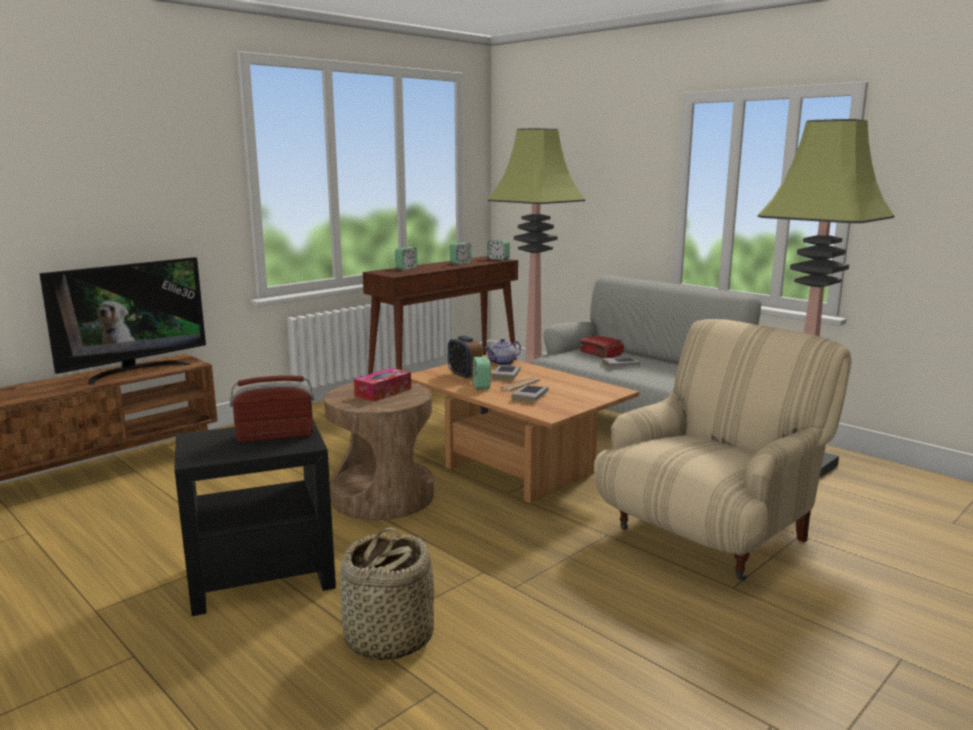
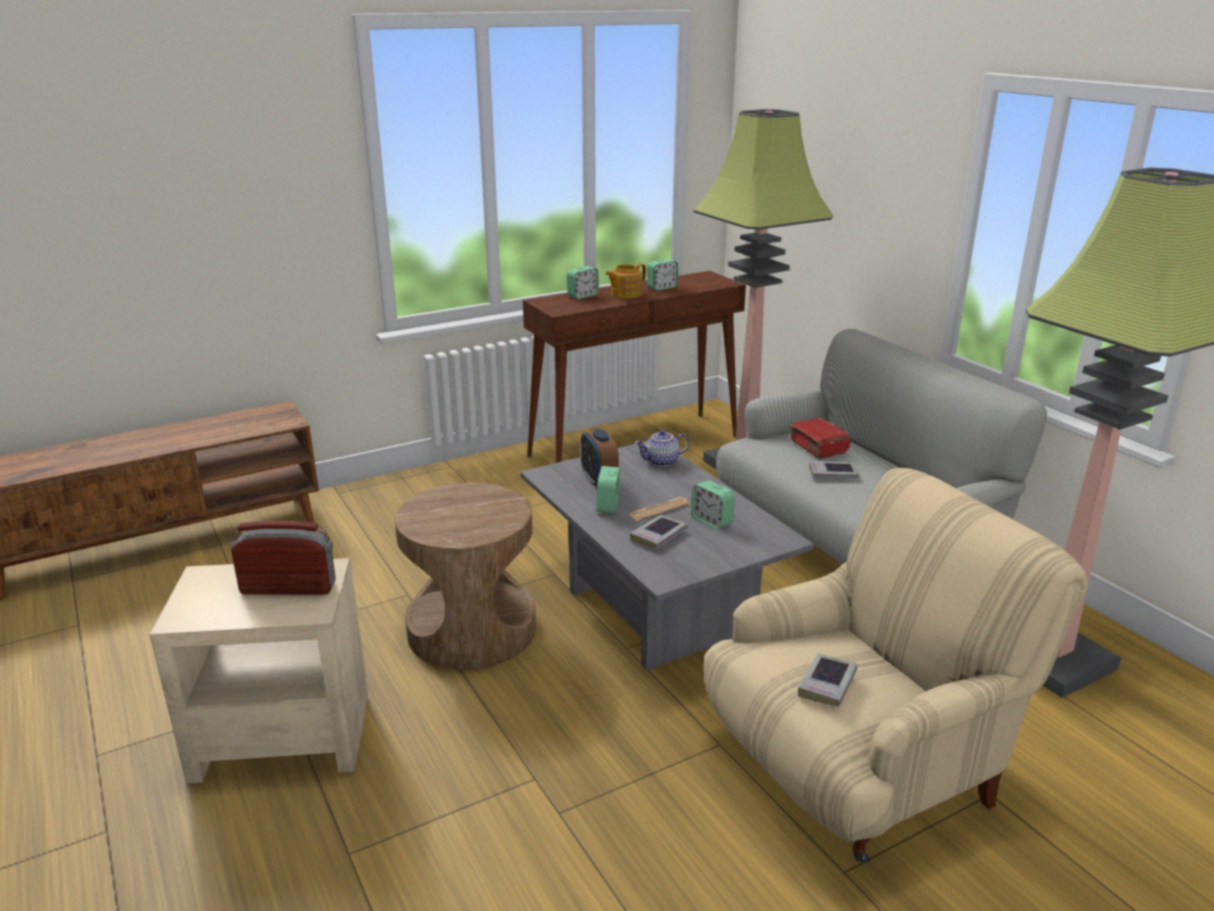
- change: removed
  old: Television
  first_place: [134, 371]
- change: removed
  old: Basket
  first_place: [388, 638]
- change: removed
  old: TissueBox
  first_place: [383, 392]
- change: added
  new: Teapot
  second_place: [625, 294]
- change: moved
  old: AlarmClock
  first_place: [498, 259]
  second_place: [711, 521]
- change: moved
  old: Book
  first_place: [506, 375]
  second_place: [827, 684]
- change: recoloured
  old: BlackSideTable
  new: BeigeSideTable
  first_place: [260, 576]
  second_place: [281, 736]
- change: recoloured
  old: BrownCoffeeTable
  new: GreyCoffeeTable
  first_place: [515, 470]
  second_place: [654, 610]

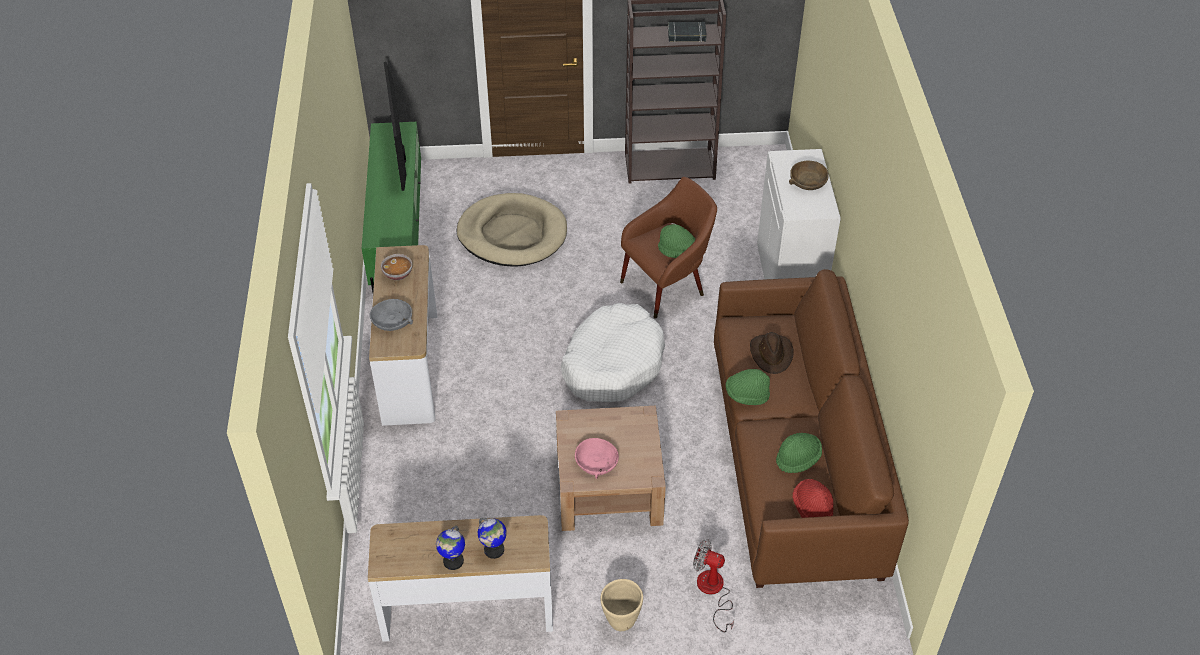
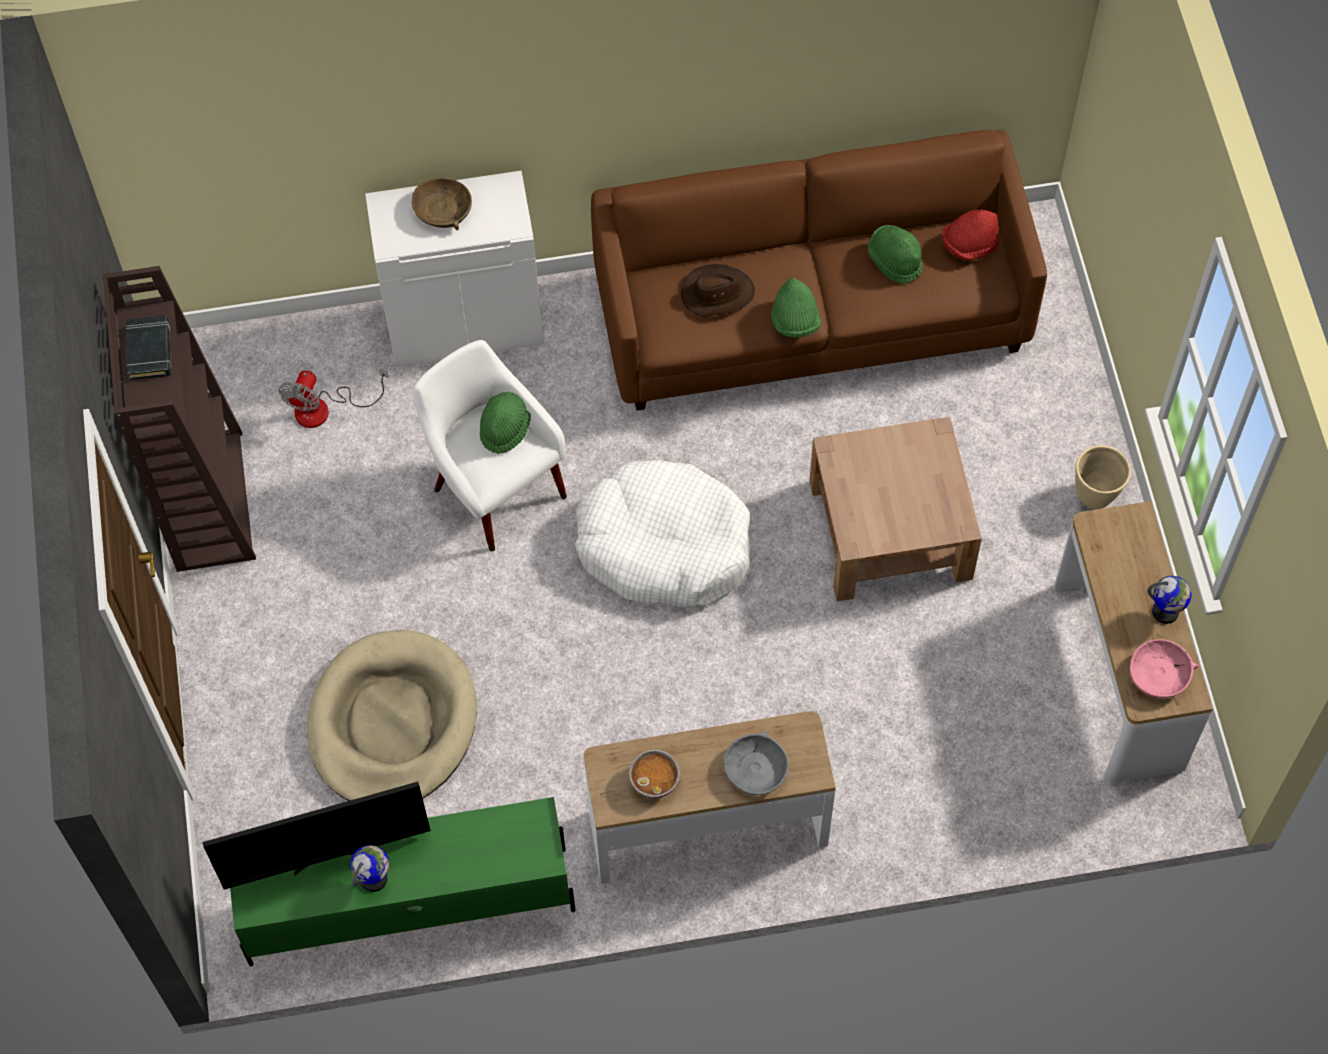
- change: moved
  old: Globe
  first_place: [494, 550]
  second_place: [374, 878]
- change: moved
  old: PinkBowl
  first_place: [596, 462]
  second_place: [1159, 674]
- change: moved
  old: Fan
  first_place: [713, 591]
  second_place: [324, 409]
- change: recoloured
  old: BrownArmchair
  new: WhiteArmchair
  first_place: [666, 285]
  second_place: [494, 486]

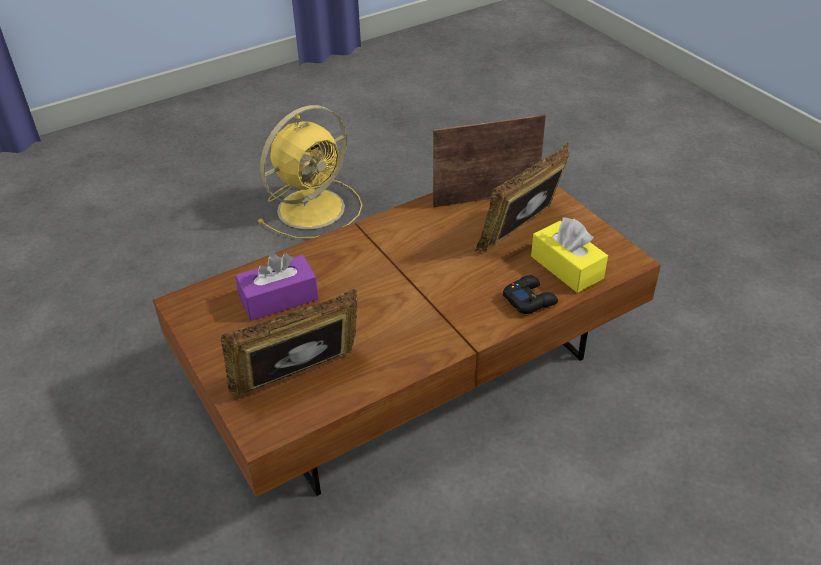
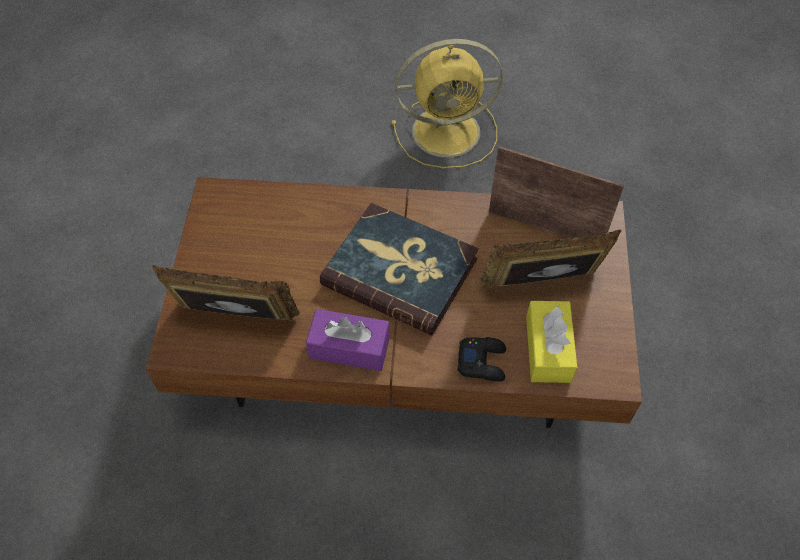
- change: added
  new: Book
  second_place: [400, 271]
- change: moved
  old: PurpleTissueBox
  first_place: [279, 298]
  second_place: [349, 348]

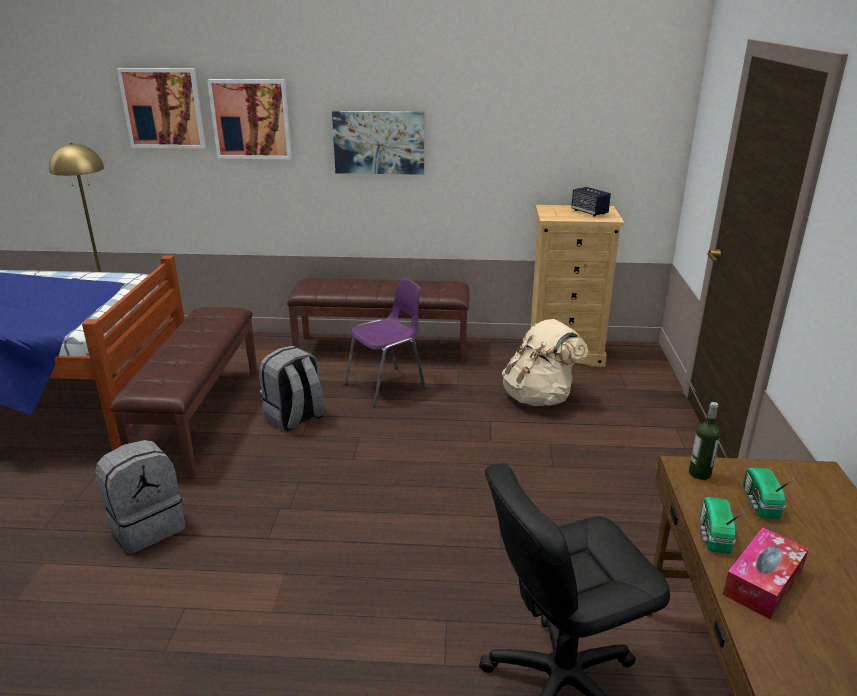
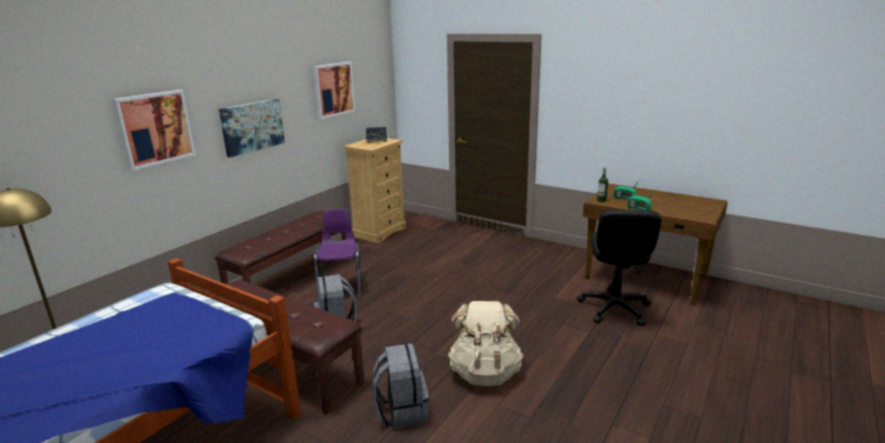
- change: removed
  old: TissueBox
  first_place: [763, 582]
- change: moved
  old: Picture
  first_place: [163, 108]
  second_place: [333, 89]
- change: moved
  old: BeigeBackpack
  first_place: [539, 397]
  second_place: [485, 373]

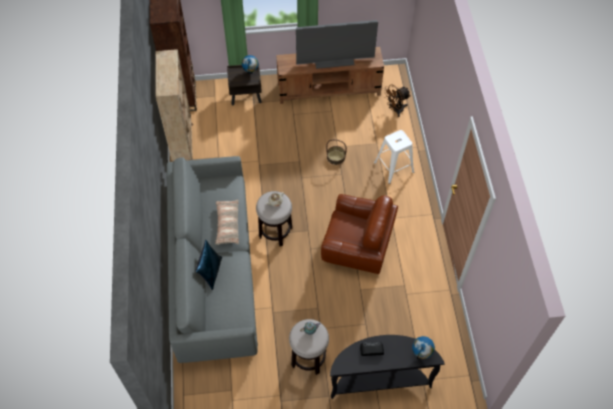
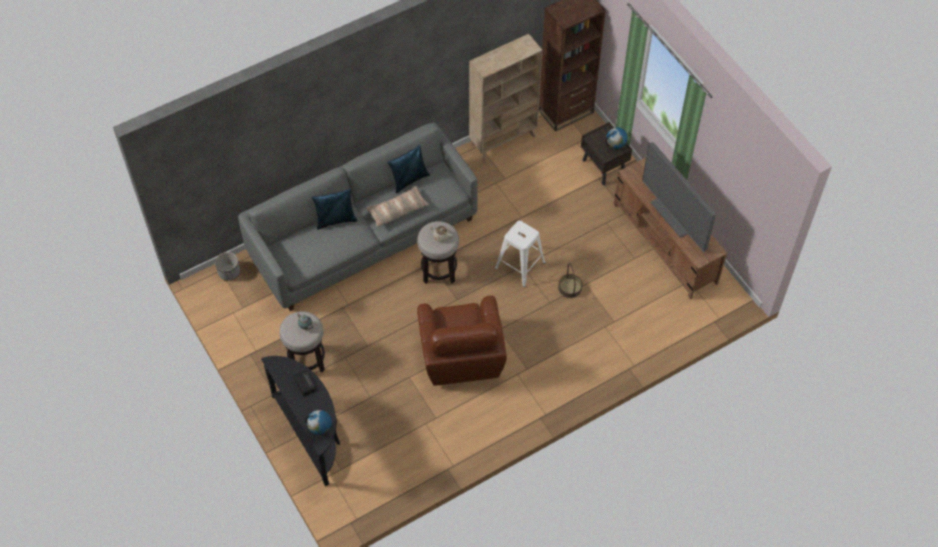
- change: removed
  old: BrownFan
  first_place: [395, 110]
- change: added
  new: Planter
  second_place: [229, 272]
- change: added
  new: BluePillow
  second_place: [409, 179]
- change: moved
  old: WhiteStool
  first_place: [393, 167]
  second_place: [519, 265]

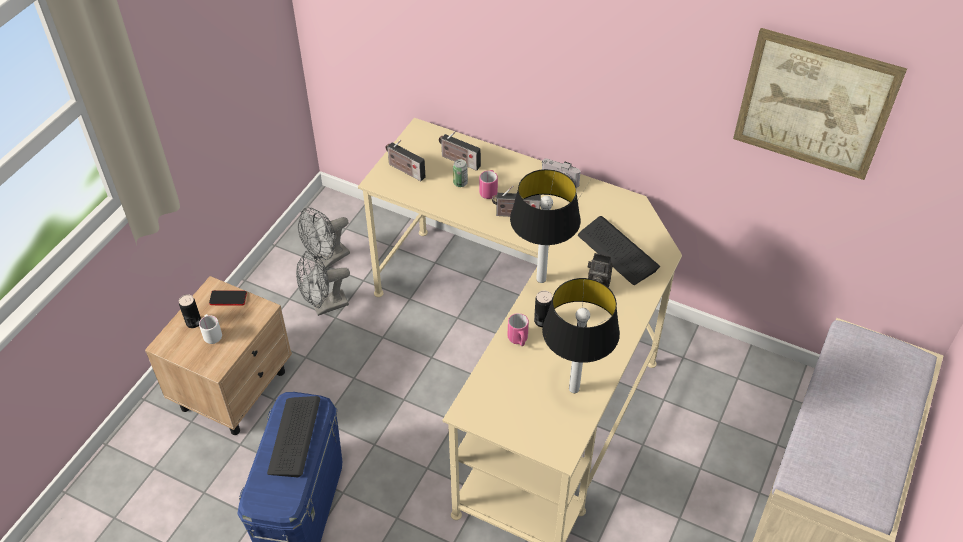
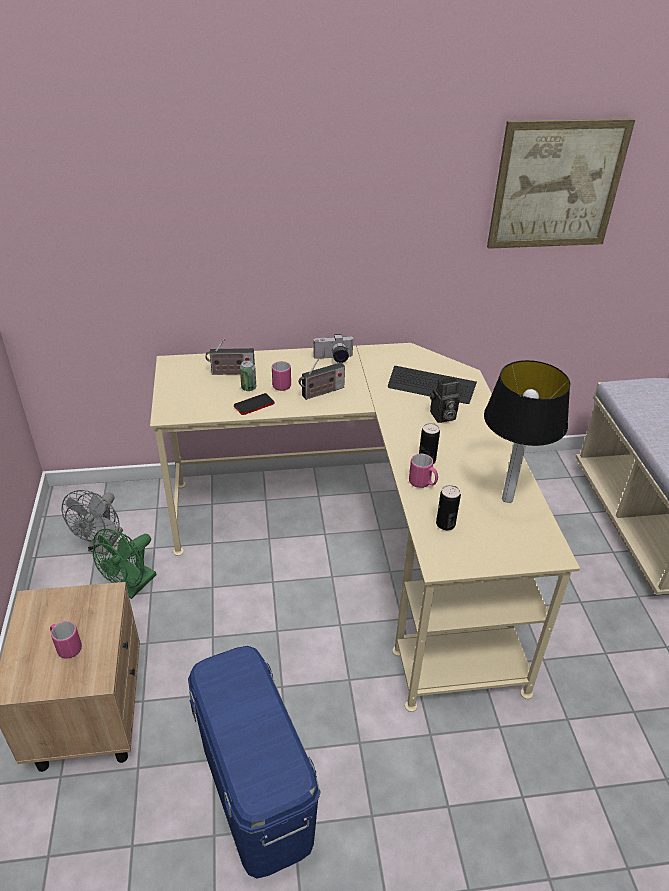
- change: removed
  old: Keyboard
  first_place: [294, 437]
- change: removed
  old: Radio
  first_place: [405, 170]
- change: removed
  old: TableLamp
  first_place: [540, 278]
- change: moved
  old: Can
  first_place: [193, 322]
  second_place: [445, 524]
- change: moved
  old: Phone
  first_place: [228, 298]
  second_place: [254, 405]
- change: recoloured
  old: WhiteMug
  new: PinkMug
  first_place: [212, 334]
  second_place: [66, 647]
- change: recoloured
  old: GreyFan
  new: GreenFan
  first_place: [324, 306]
  second_place: [132, 587]

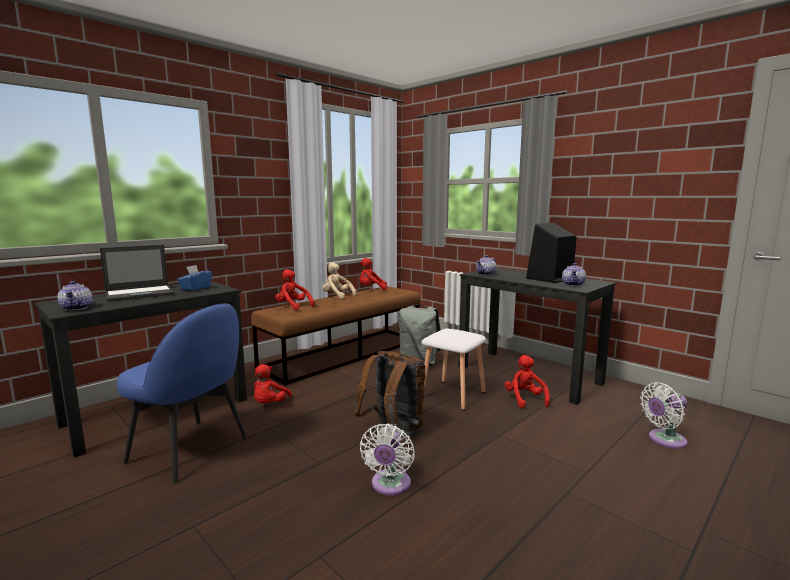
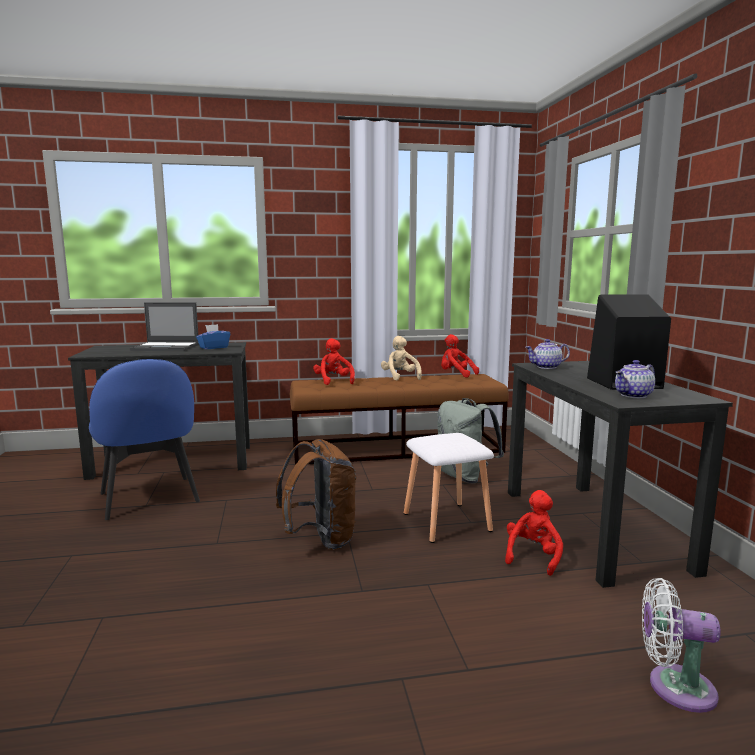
- change: removed
  old: Teapot
  first_place: [77, 308]
- change: removed
  old: RedPlushToy
  first_place: [270, 404]
- change: removed
  old: WhiteFan
  first_place: [389, 485]

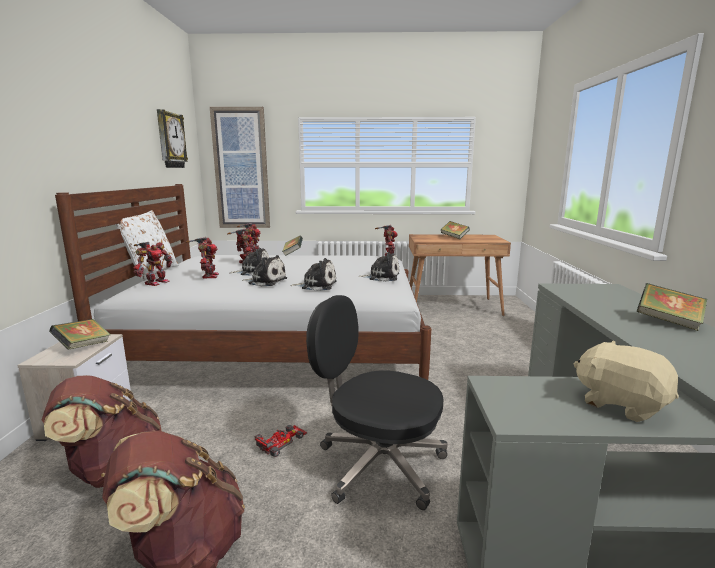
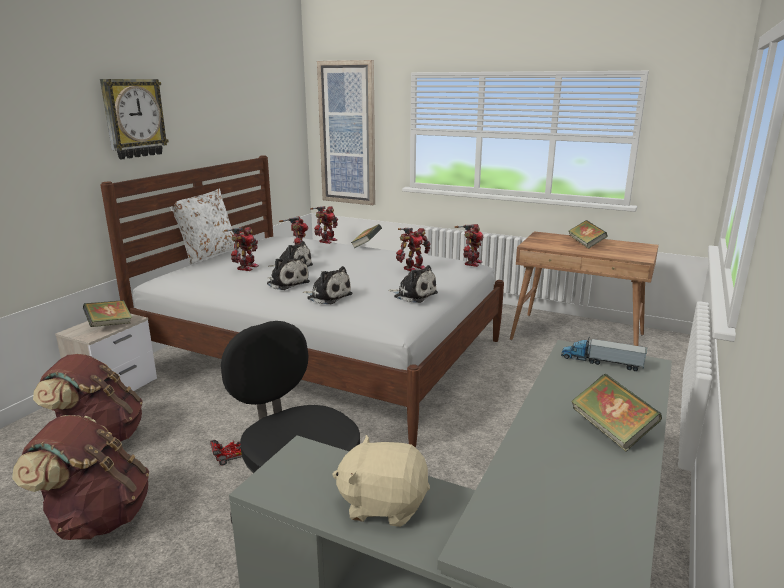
- change: added
  new: ToyTruck
  second_place: [601, 362]
- change: moved
  old: ToyRobot
  first_place: [155, 282]
  second_place: [413, 268]
- change: moved
  old: WallClock
  first_place: [170, 140]
  second_place: [133, 118]
- change: turned
  old: BeigePlushToy
  first_place: [620, 403]
  second_place: [383, 504]
  degrees: -60

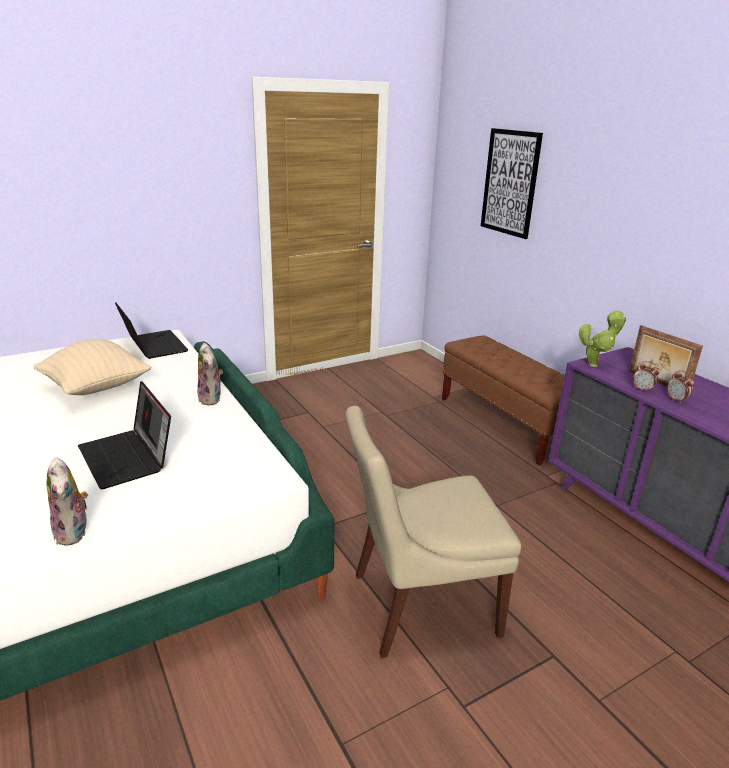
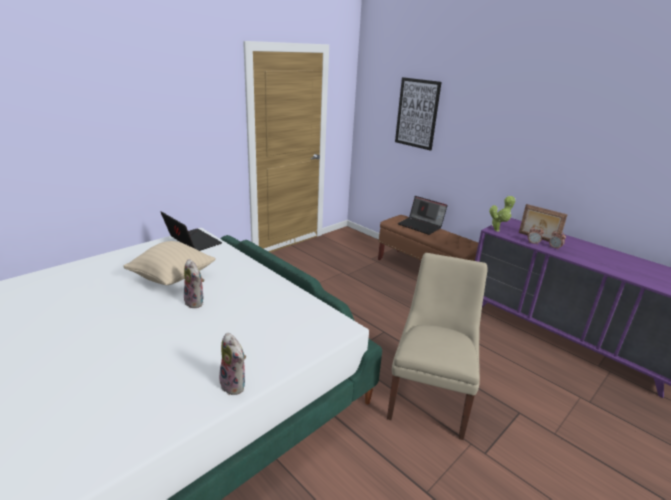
- change: moved
  old: Laptop
  first_place: [128, 458]
  second_place: [421, 226]
- change: moved
  old: PlushToy
  first_place: [212, 399]
  second_place: [196, 302]
- change: turned
  old: BeigeChair
  first_place: [419, 605]
  second_place: [429, 396]
  degrees: 135

